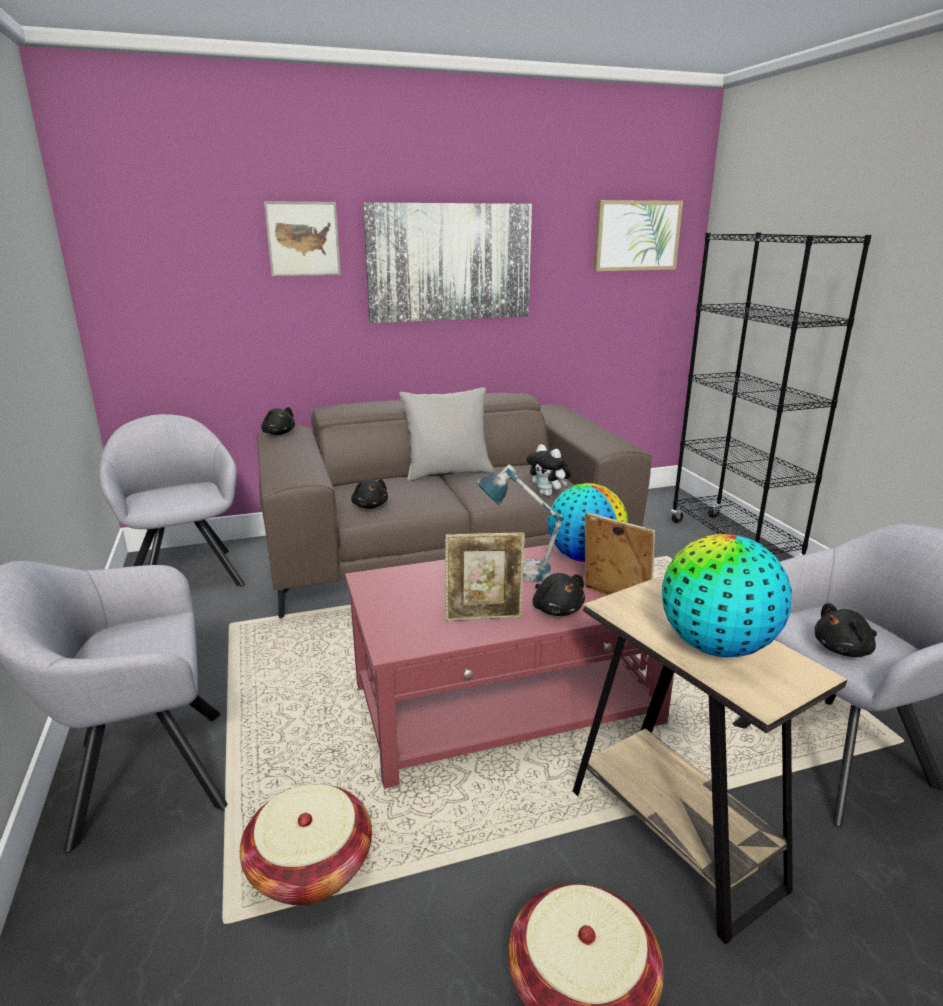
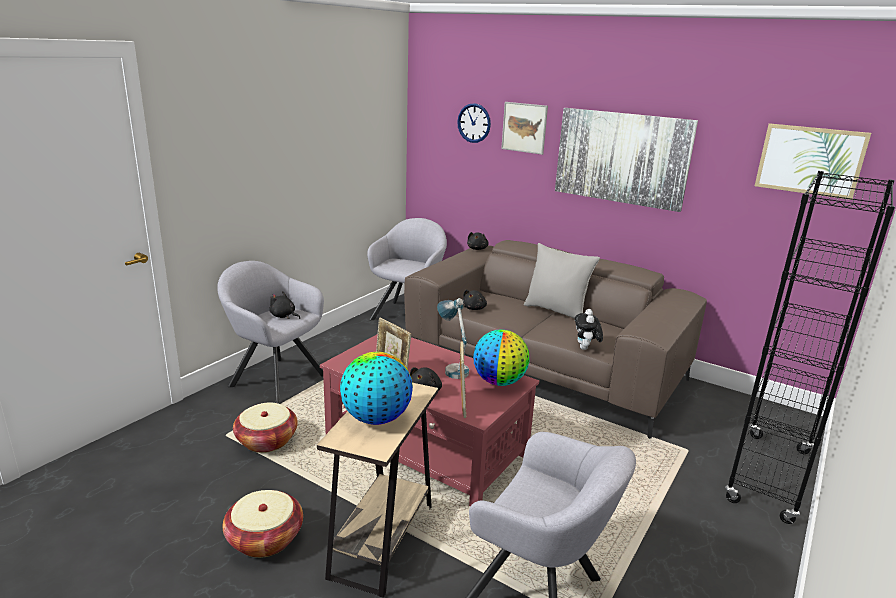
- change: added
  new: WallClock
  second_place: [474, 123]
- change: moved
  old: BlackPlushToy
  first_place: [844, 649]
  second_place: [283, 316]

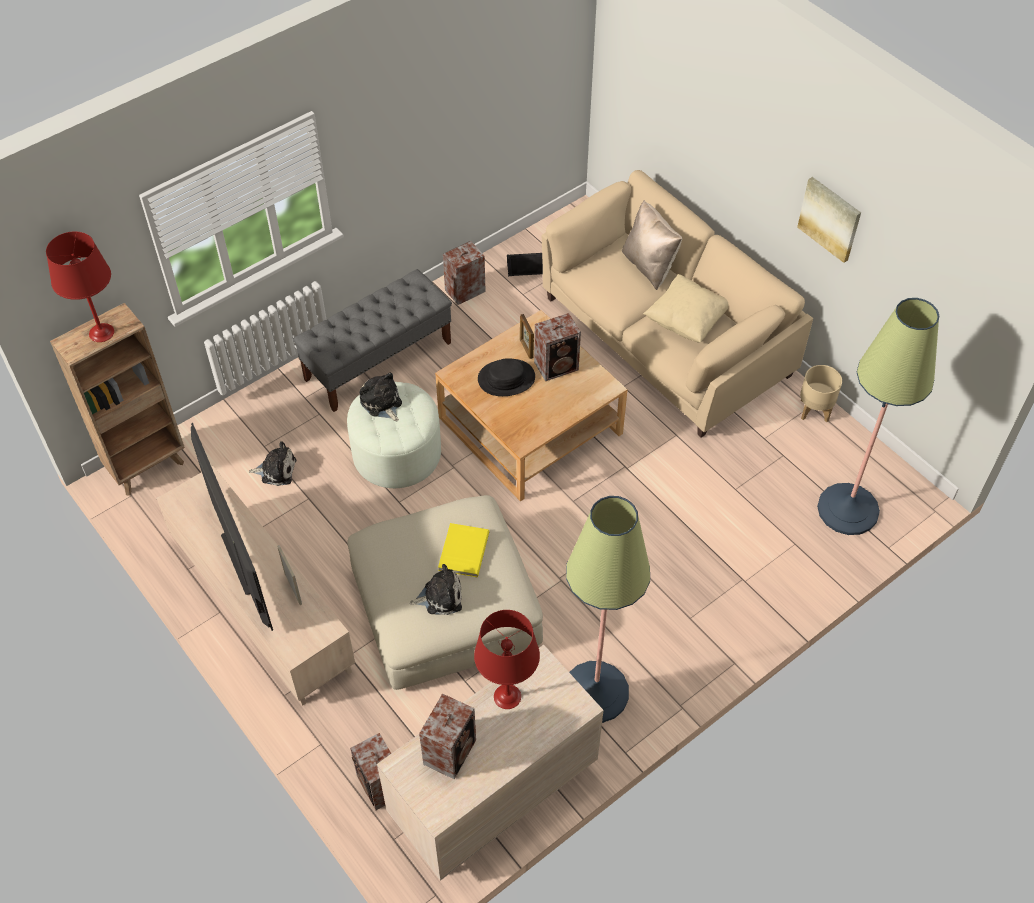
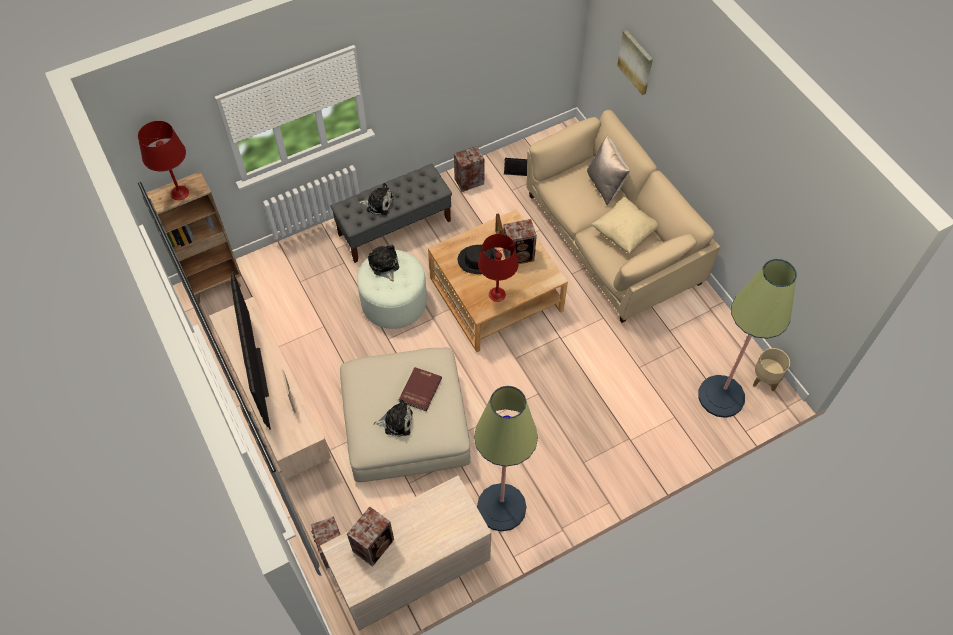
- change: moved
  old: PlushToy
  first_place: [276, 470]
  second_place: [378, 203]
- change: moved
  old: RedTableLamp
  first_place: [508, 696]
  second_place: [497, 294]
- change: moved
  old: Picture
  first_place: [830, 218]
  second_place: [636, 62]
- change: moved
  old: BeigePlanter
  first_place: [815, 410]
  second_place: [765, 379]
- change: recoloured
  old: YellowBook
  new: RedBook
  first_place: [462, 551]
  second_place: [419, 389]

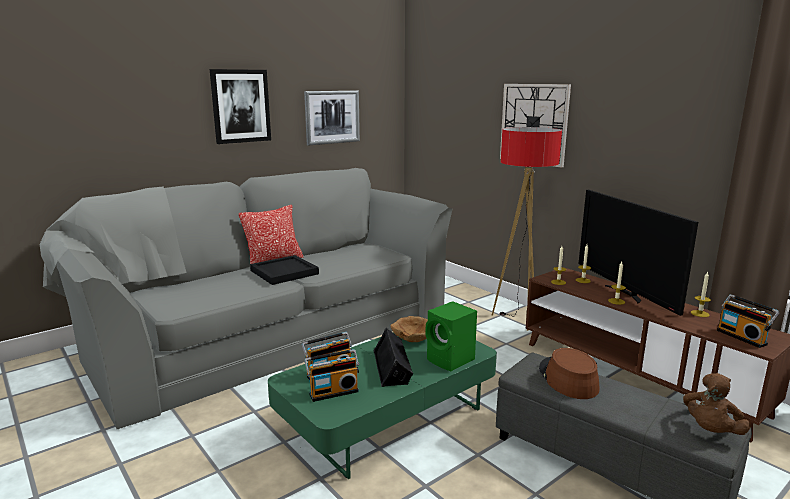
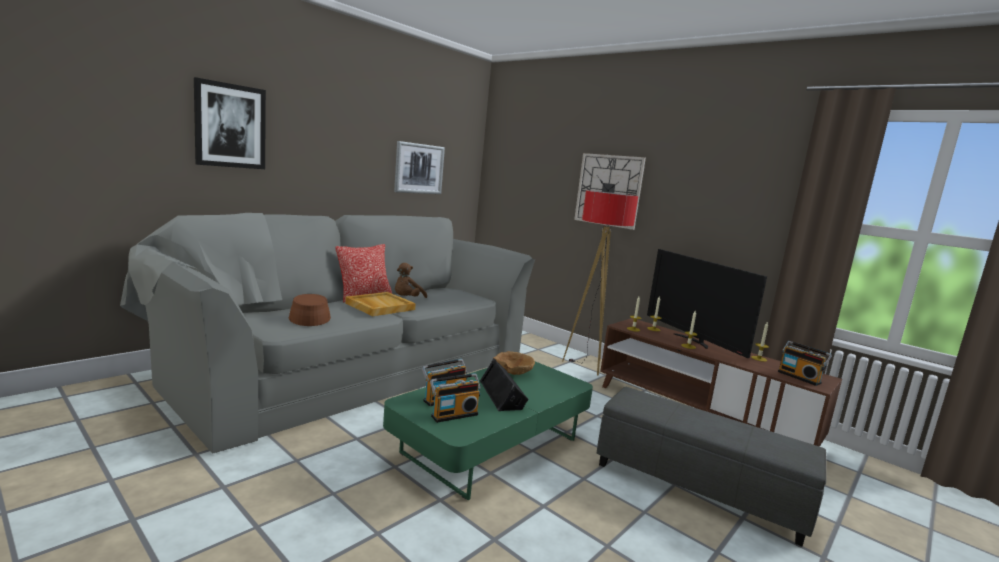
- change: removed
  old: GreenSpeaker
  first_place: [451, 360]
- change: moved
  old: Picture
  first_place: [241, 106]
  second_place: [230, 126]
- change: moved
  old: BrownHat
  first_place: [567, 379]
  second_place: [309, 317]
- change: moved
  old: BrownPlushToy
  first_place: [710, 431]
  second_place: [407, 299]
- change: recoloured
  old: BlackTray
  new: BeigeTray
  first_place: [283, 272]
  second_place: [379, 306]

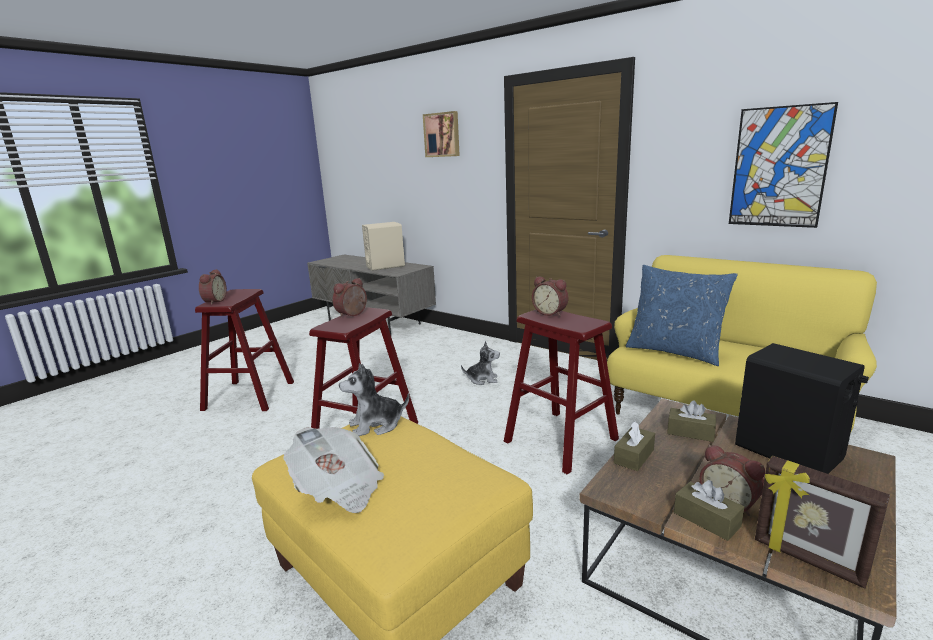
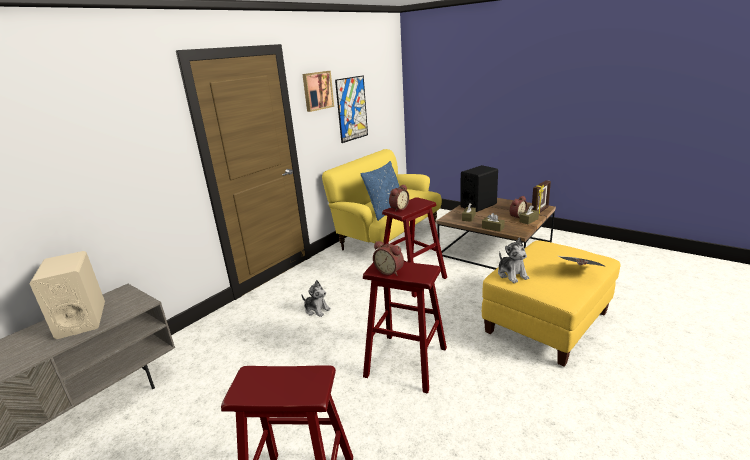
- change: removed
  old: AlarmClock
  first_place: [213, 301]
- change: moved
  old: Picture
  first_place: [442, 135]
  second_place: [317, 91]
- change: turned
  old: PlushToy
  first_place: [482, 379]
  second_place: [316, 310]
  degrees: 120

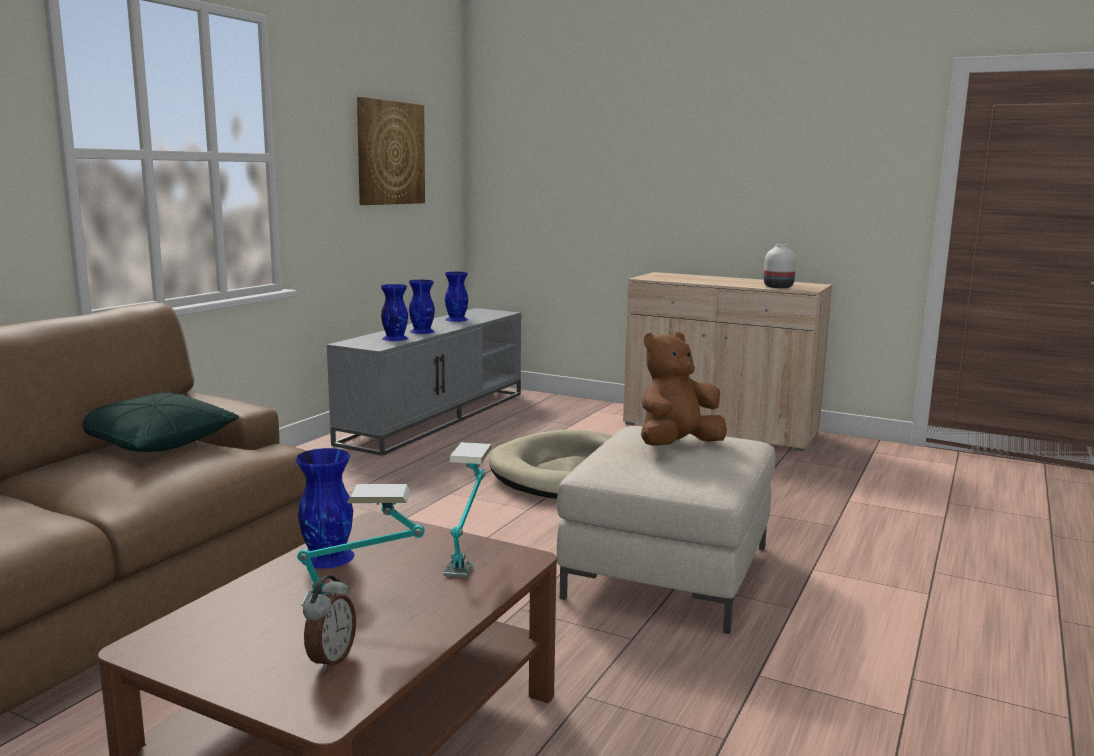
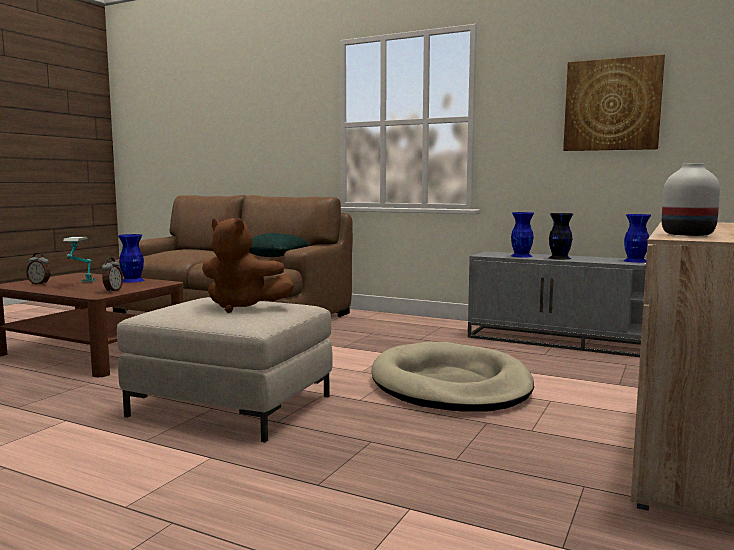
- change: replaced
  old: TableLamp
  new: AlarmClock
  first_place: [467, 554]
  second_place: [112, 291]
- change: recoloured
  old: BlueVase
  new: BlackVase
  first_place: [422, 331]
  second_place: [559, 258]
- change: turned
  old: BrownPlushToy
  first_place: [677, 446]
  second_place: [242, 307]
  degrees: 150

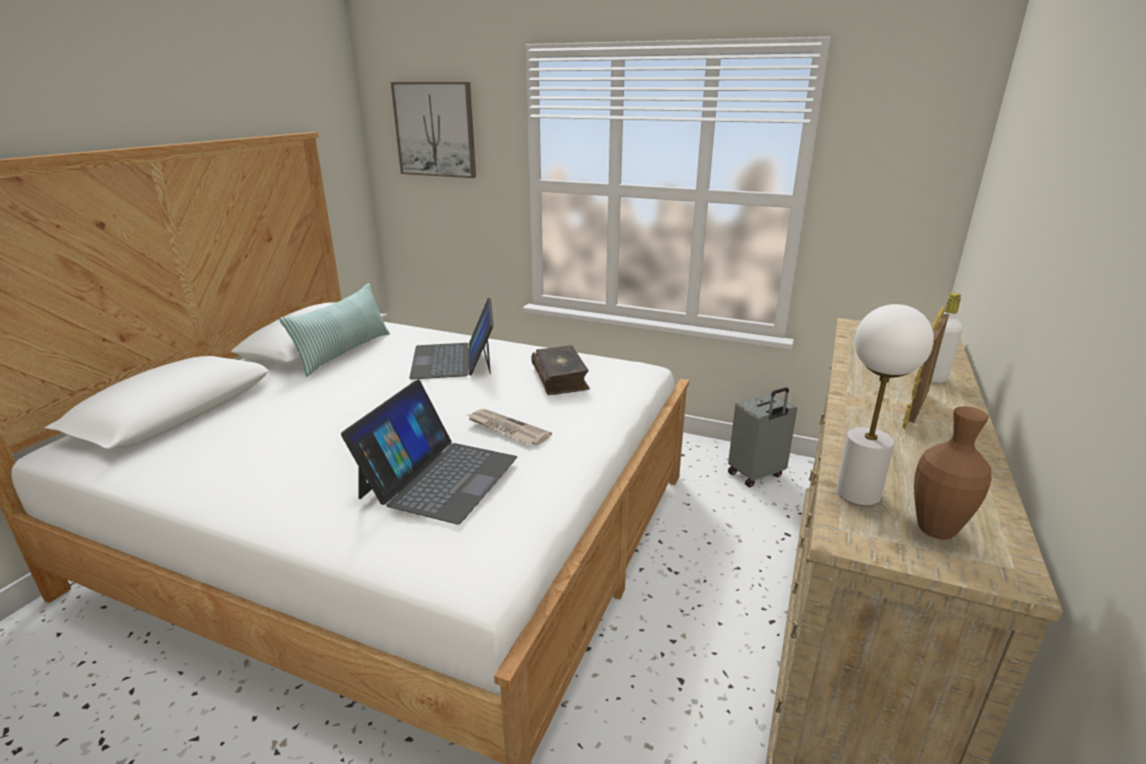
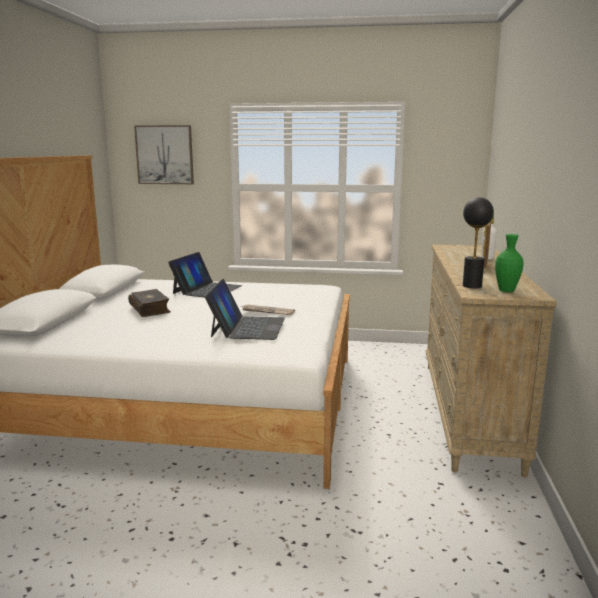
- change: removed
  old: Pillow
  first_place: [344, 352]
- change: removed
  old: GreySuitcase
  first_place: [756, 475]
- change: moved
  old: Book
  first_place: [561, 378]
  second_place: [150, 309]
- change: recoloured
  old: WhiteTableLamp
  new: BlackTableLamp
  first_place: [857, 493]
  second_place: [472, 286]
- change: recoloured
  old: BrownVase
  new: GreenVase
  first_place: [935, 530]
  second_place: [506, 291]
- change: turned
  old: Laptop
  first_place: [454, 359]
  second_place: [207, 289]
  degrees: -135

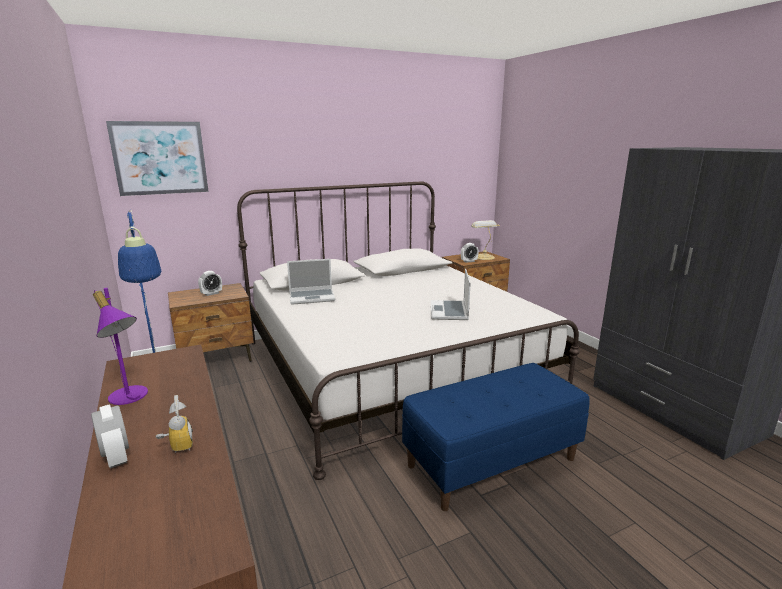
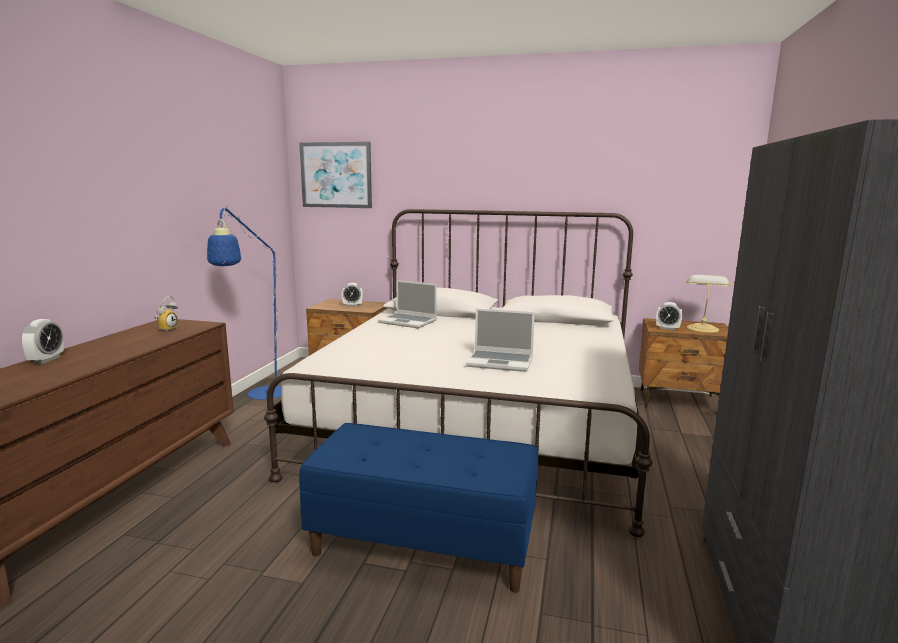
- change: removed
  old: PurpleTableLamp
  first_place: [129, 398]
- change: moved
  old: AlarmClock
  first_place: [177, 446]
  second_place: [167, 329]
- change: turned
  old: Laptop
  first_place: [449, 312]
  second_place: [501, 362]
  degrees: -120

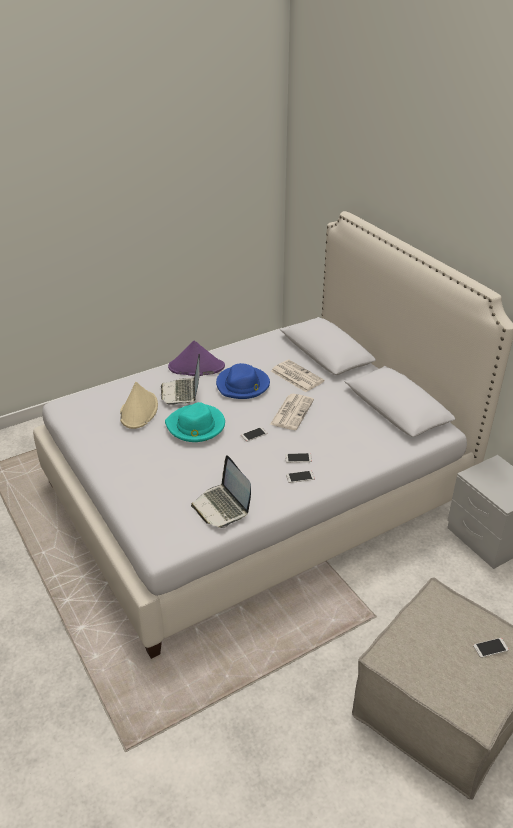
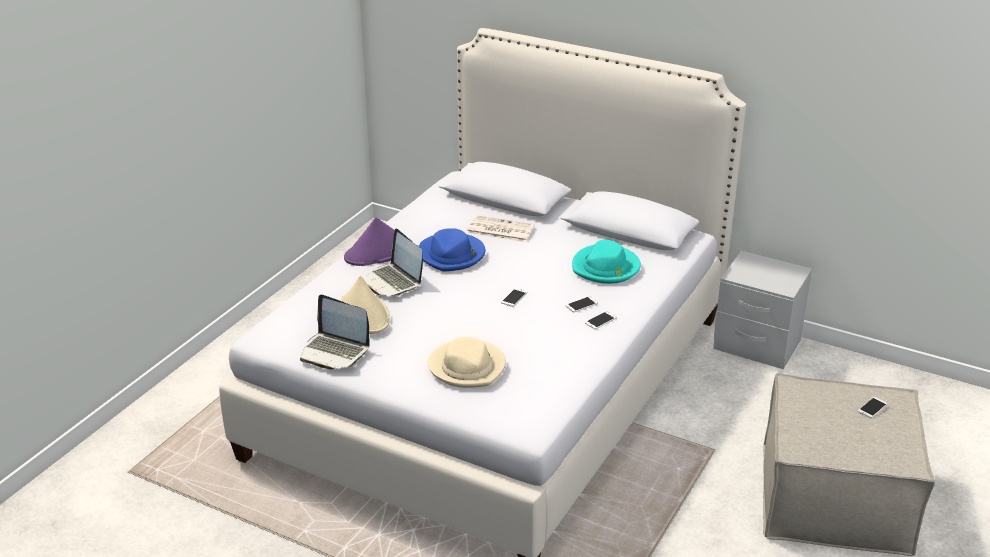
- change: removed
  old: Newspaper
  first_place: [292, 412]
- change: added
  new: BeigeHat
  second_place: [467, 367]
- change: moved
  old: TurquoiseHat
  first_place: [196, 426]
  second_place: [606, 268]
- change: moved
  old: Laptop
  first_place: [222, 507]
  second_place: [335, 351]

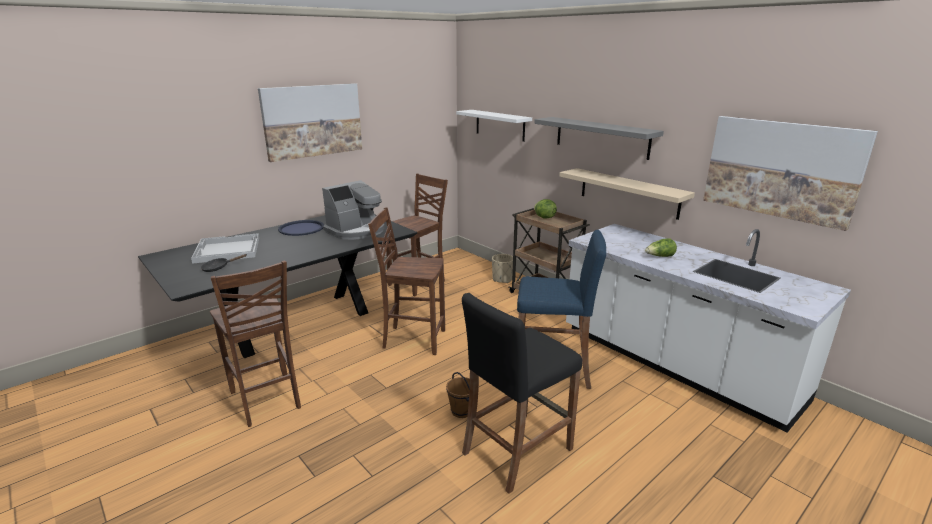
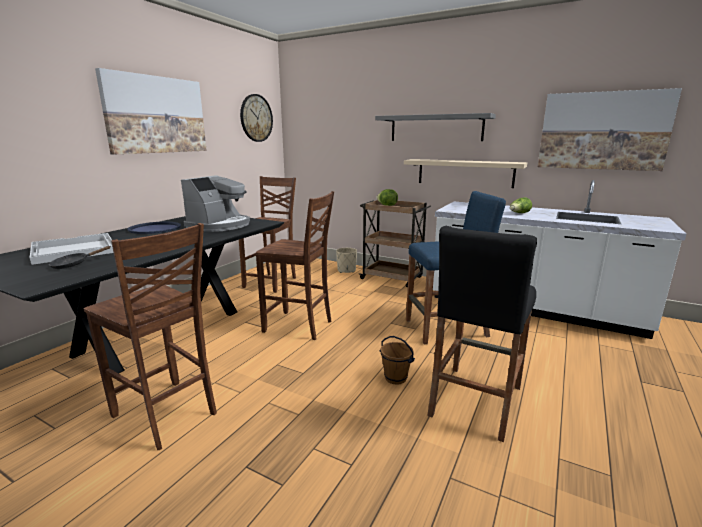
- change: removed
  old: WhiteShelf
  first_place: [500, 125]
- change: added
  new: WallClock
  second_place: [256, 118]
- change: turned
  old: BrownChair
  first_place: [412, 339]
  second_place: [299, 326]
  degrees: -150

